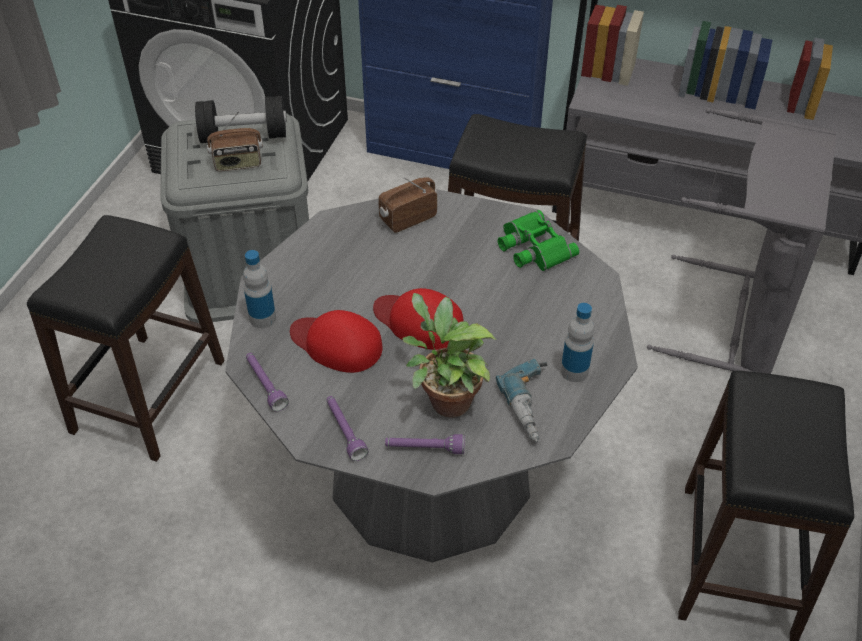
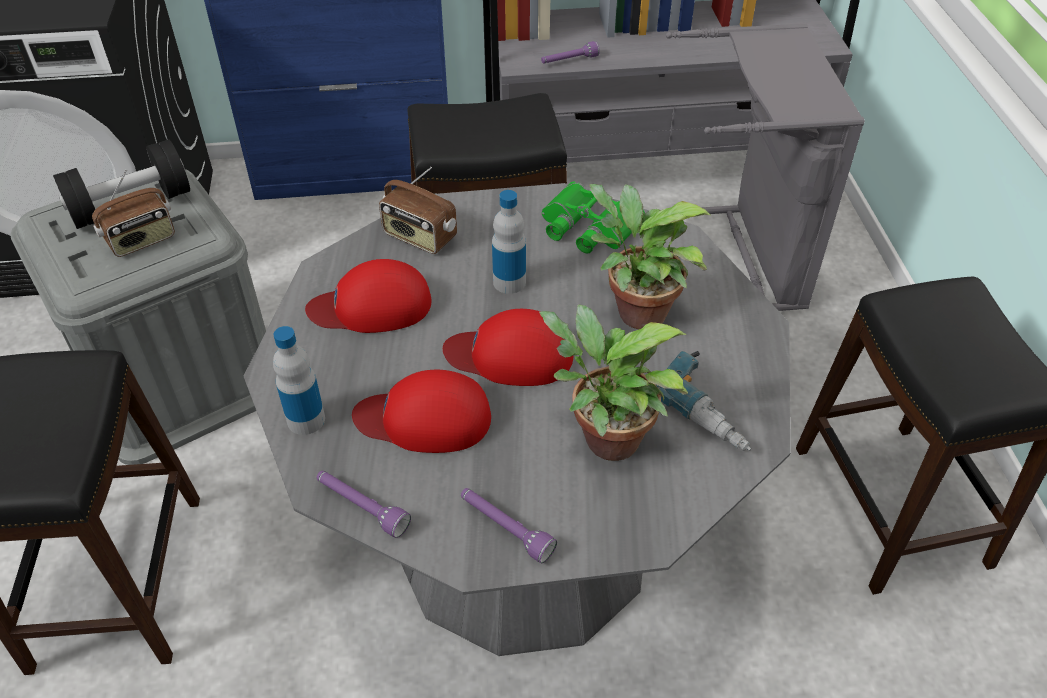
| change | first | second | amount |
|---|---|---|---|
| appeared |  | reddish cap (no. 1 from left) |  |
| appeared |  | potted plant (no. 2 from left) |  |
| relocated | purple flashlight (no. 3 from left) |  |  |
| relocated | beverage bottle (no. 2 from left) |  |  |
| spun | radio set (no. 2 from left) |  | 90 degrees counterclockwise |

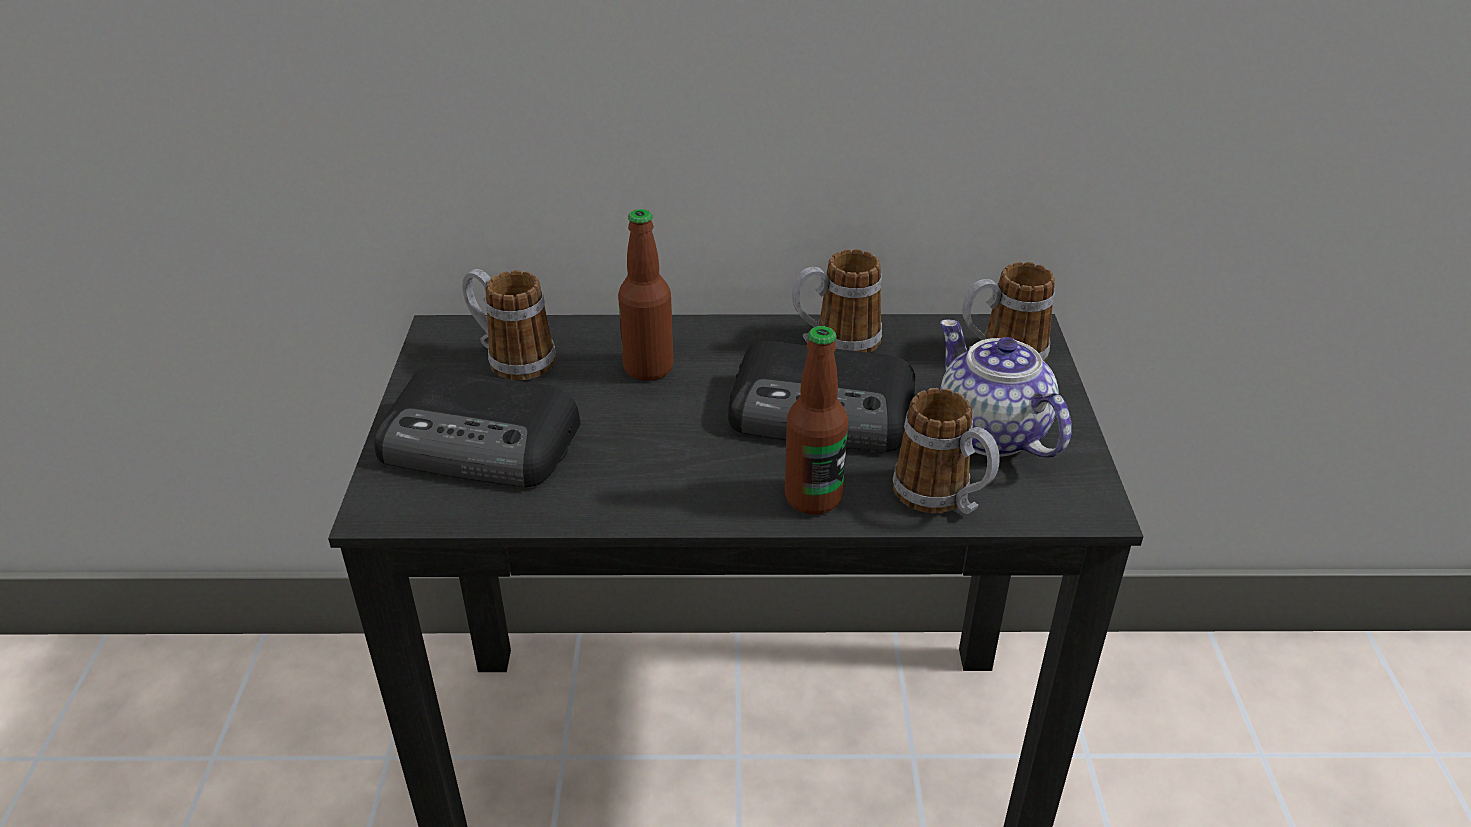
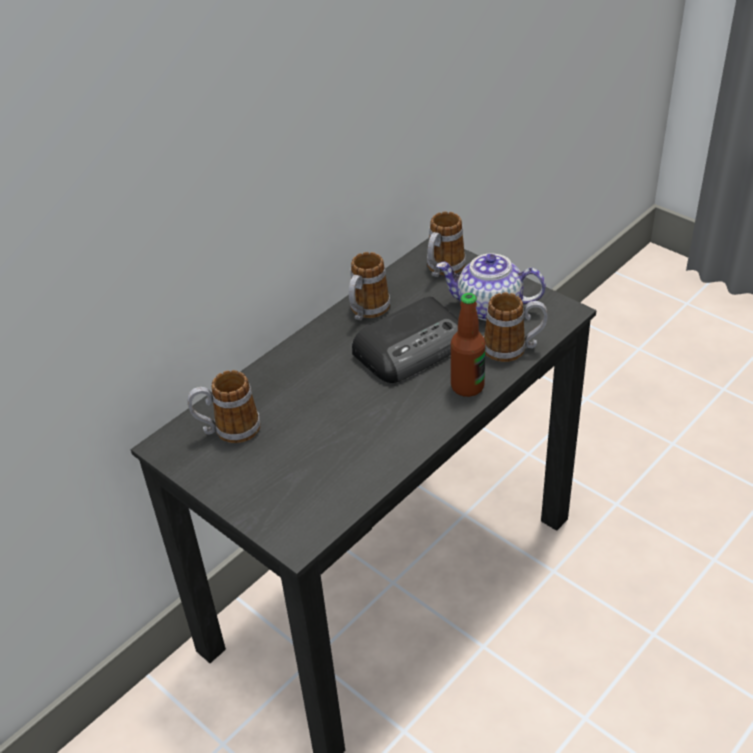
| change | first | second | amount |
|---|---|---|---|
| missing | radio set (no. 1 from left) |  |  |
| missing | beverage bottle (no. 1 from left) |  |  |

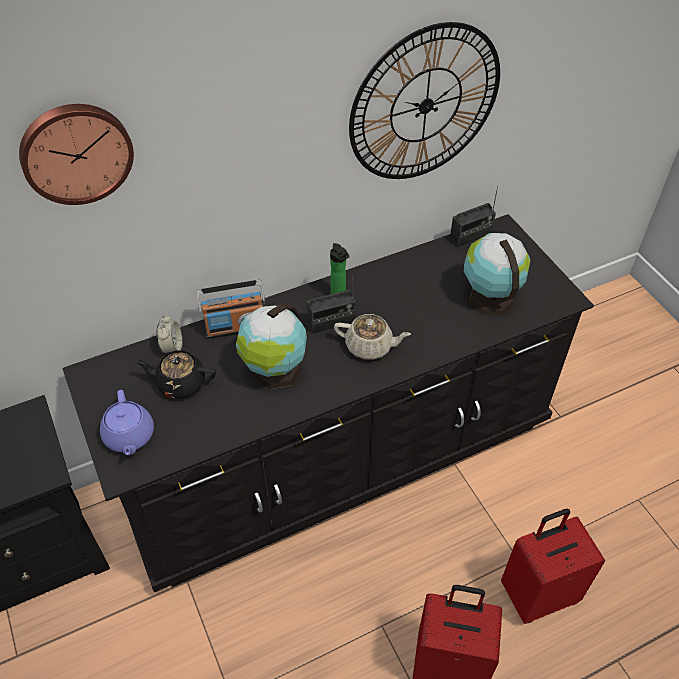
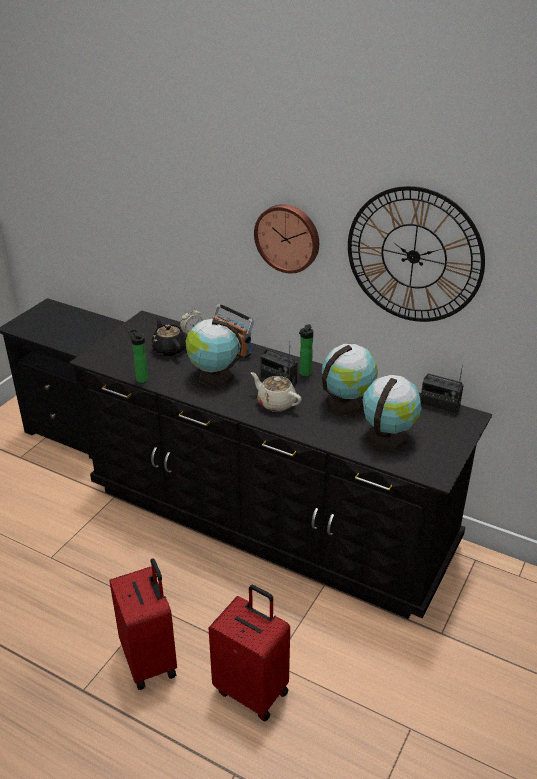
| change | first | second | amount |
|---|---|---|---|
| missing | purple tea pot |  |  |
| appeared |  | beverage bottle (no. 1 from left) |  |
| appeared |  | world globe (no. 2 from left) |  |
| relocated | clock on the wall (no. 1 from left) |  |  |
| spun | beige tea pot |  | 150 degrees clockwise |

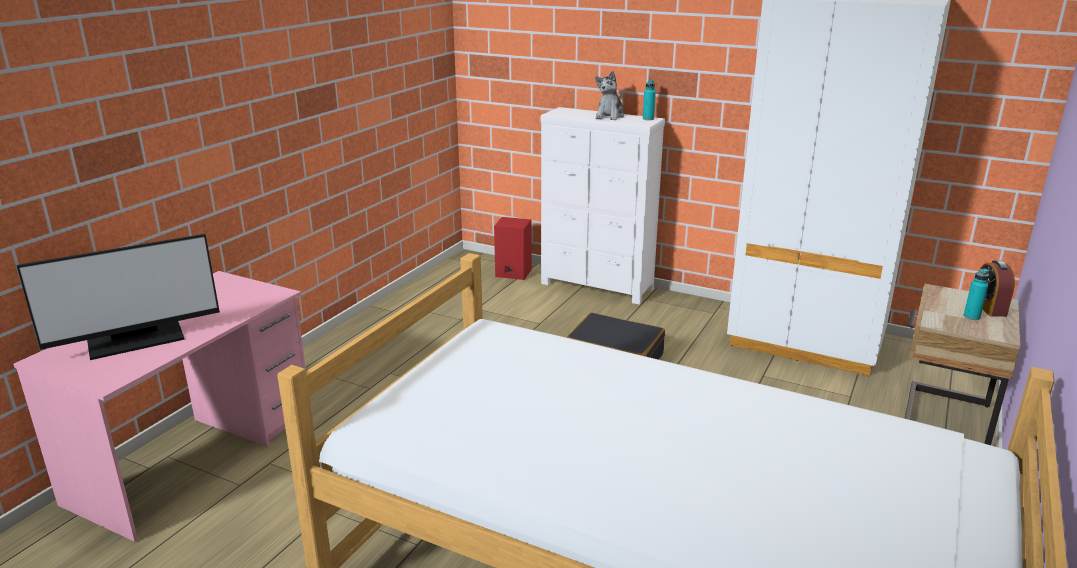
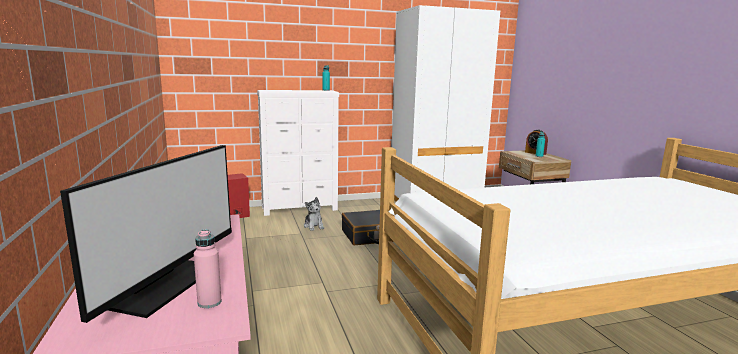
| change | first | second | amount |
|---|---|---|---|
| appeared |  | pink-coloured beverage bottle |  |
| relocated | plush toy |  |  |

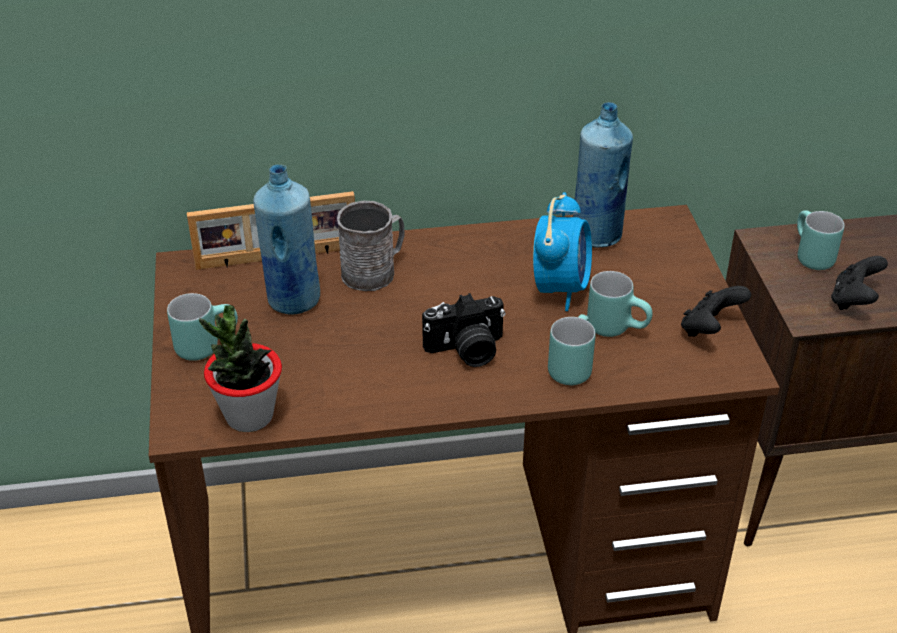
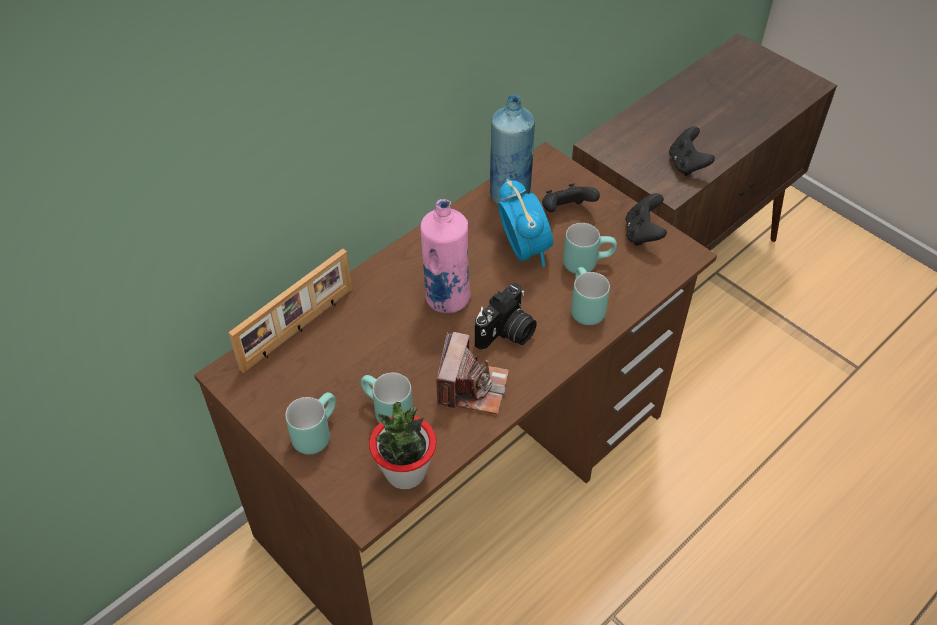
| change | first | second | amount |
|---|---|---|---|
| missing | blue beverage bottle (no. 1 from left) |  |  |
| missing | gray coffee mug |  |  |
| appeared |  | pink-coloured beverage bottle |  |
| appeared |  | photo camera (no. 1 from left) |  |
| appeared |  | black joypad (no. 1 from left) |  |
| relocated | turquoise coffee mug (no. 4 from left in the first image) | turquoise coffee mug (no. 2 from left) |  |

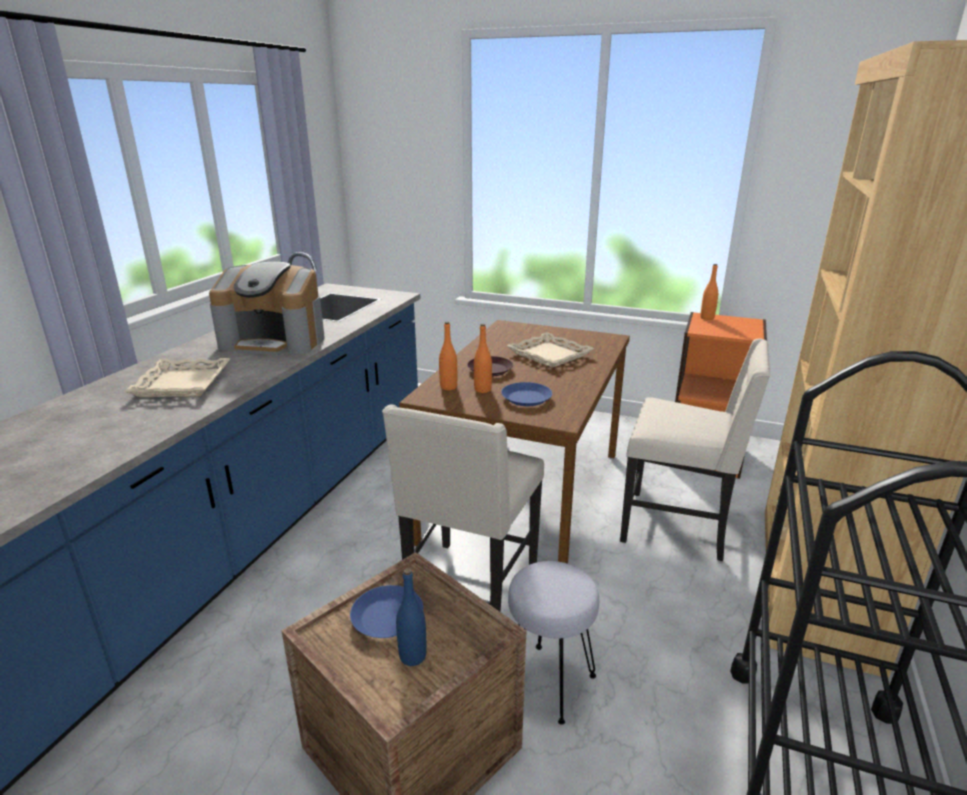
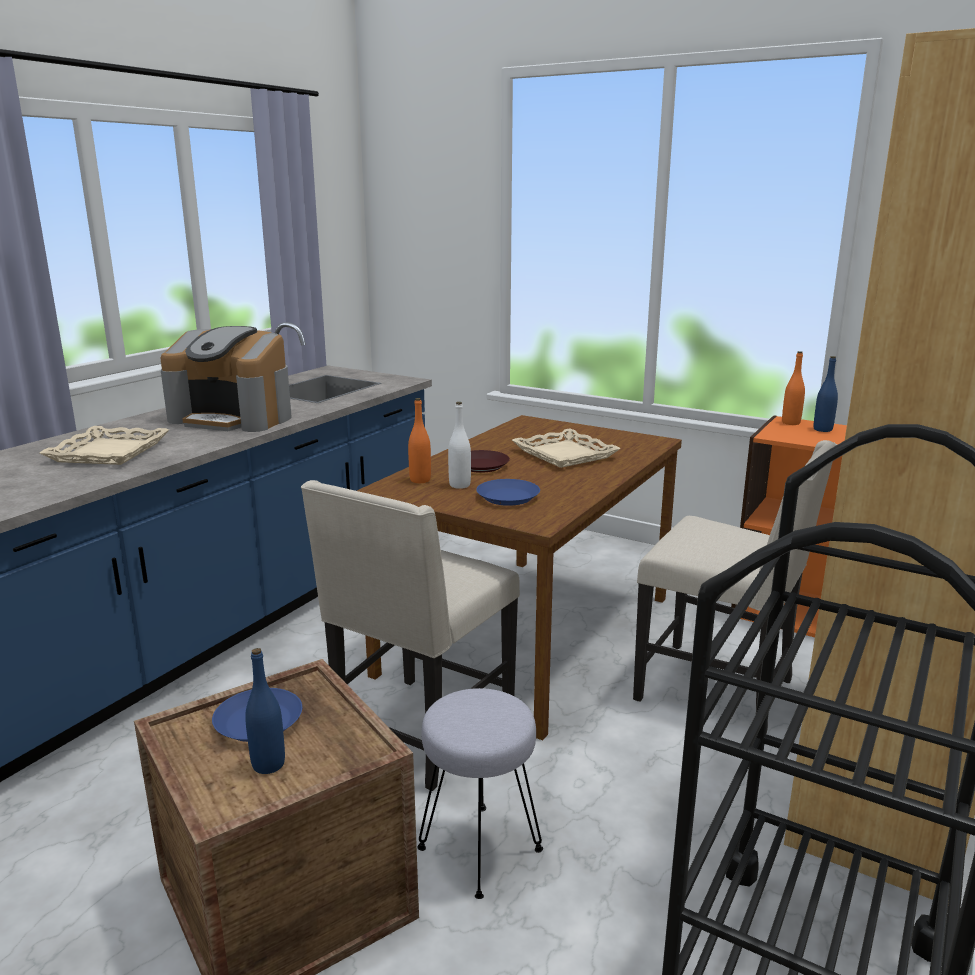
| change | first | second | amount |
|---|---|---|---|
| appeared |  | blue beverage bottle (no. 2 from left) |  |
| colour | orange beverage bottle (no. 2 from left) | white beverage bottle |  |

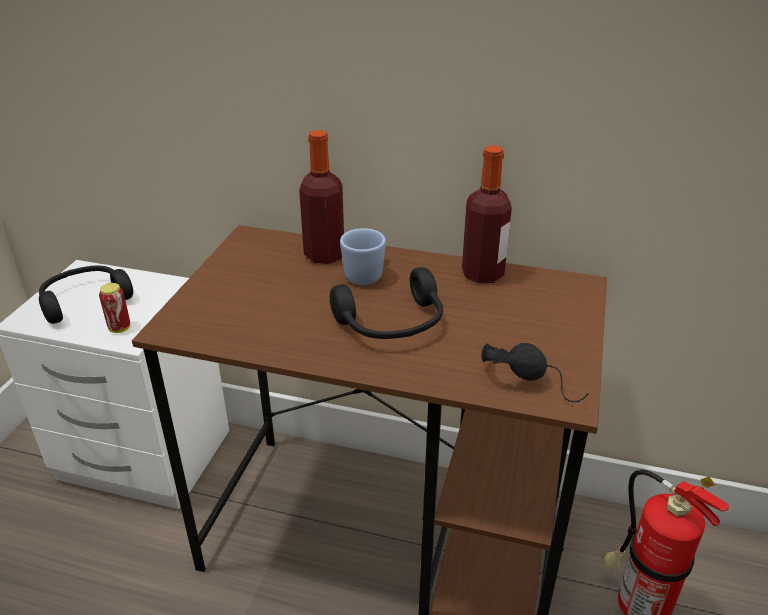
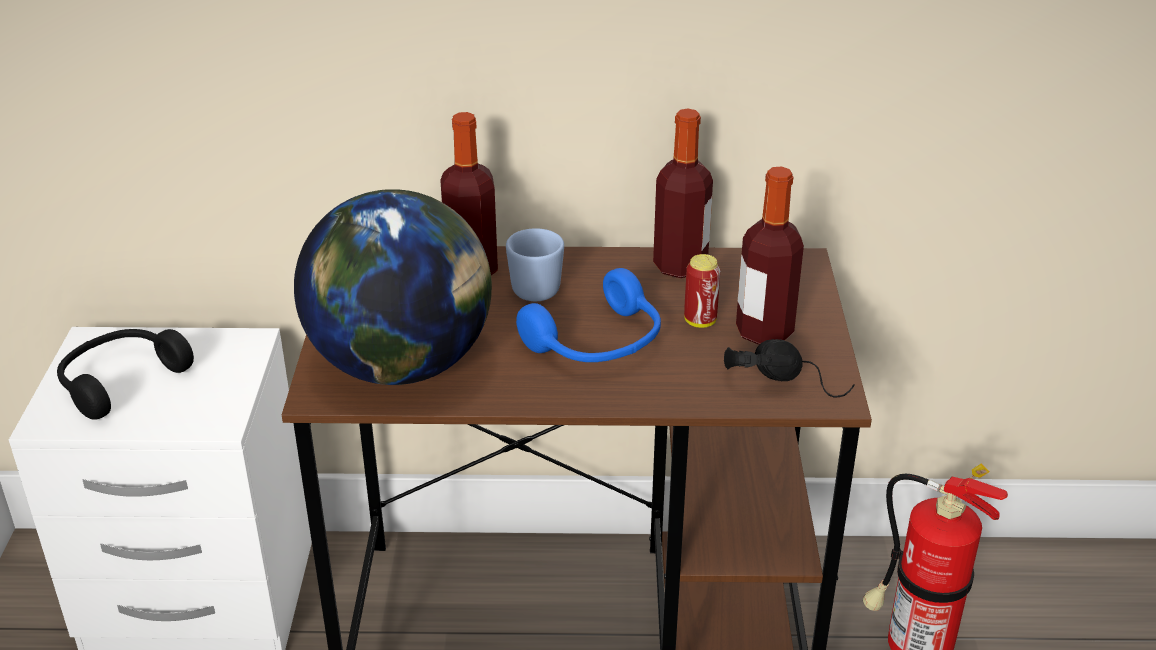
| change | first | second | amount |
|---|---|---|---|
| appeared |  | world globe |  |
| appeared |  | beverage bottle (no. 3 from left) |  |
| relocated | metal can |  |  |
| colour | black headphones (no. 2 from left) | blue headphones |  |

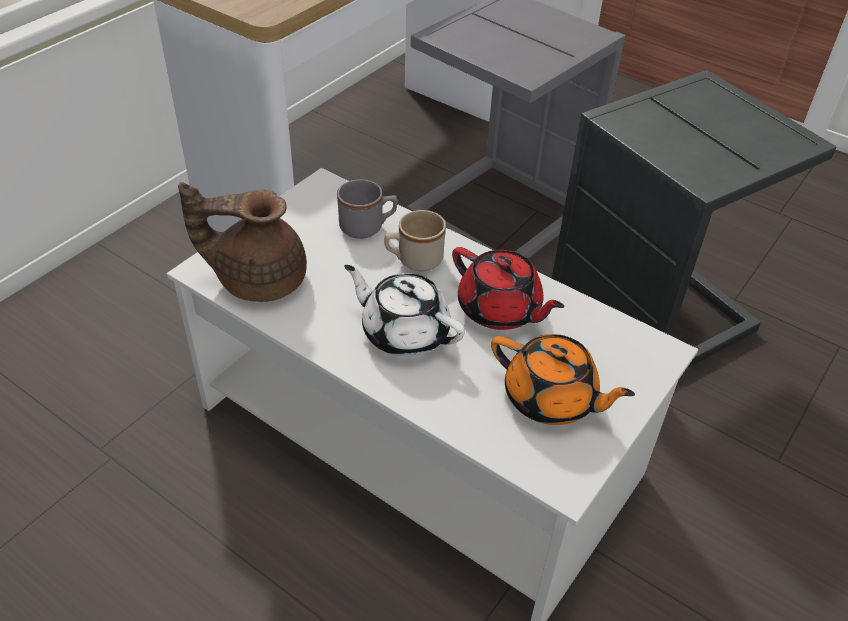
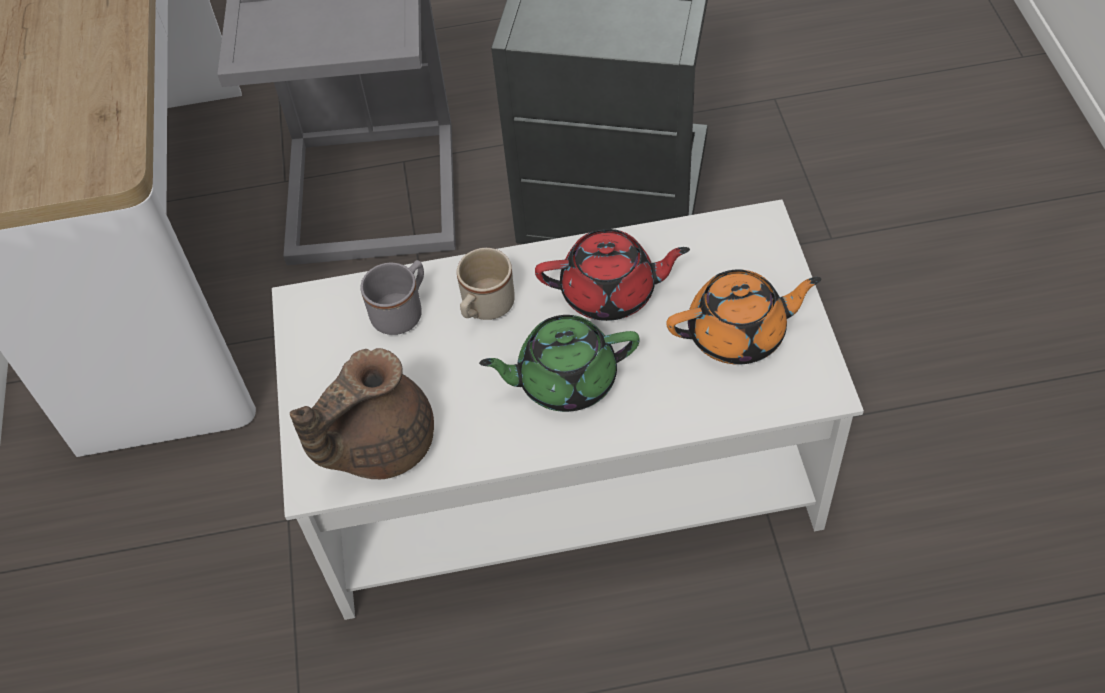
| change | first | second | amount |
|---|---|---|---|
| colour | white tea pot | green tea pot |  |

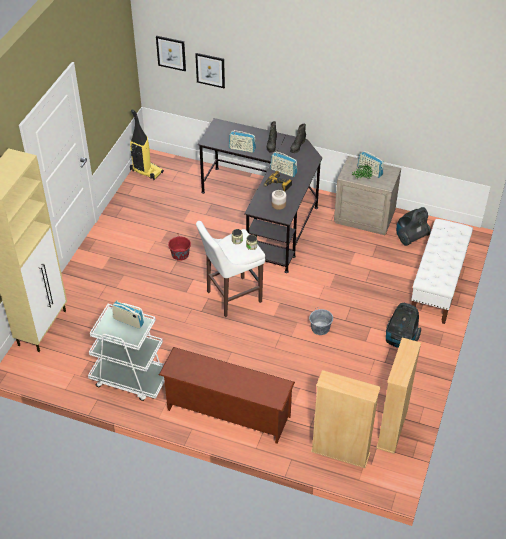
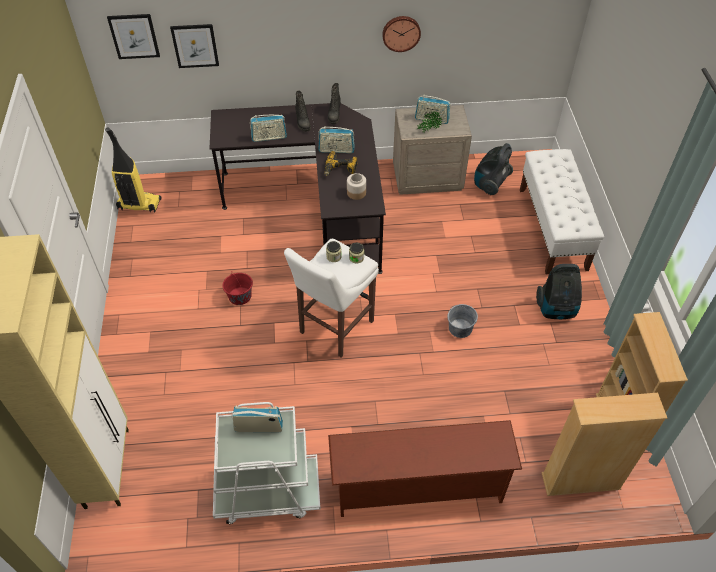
| change | first | second | amount |
|---|---|---|---|
| appeared |  | clock on the wall |  |

